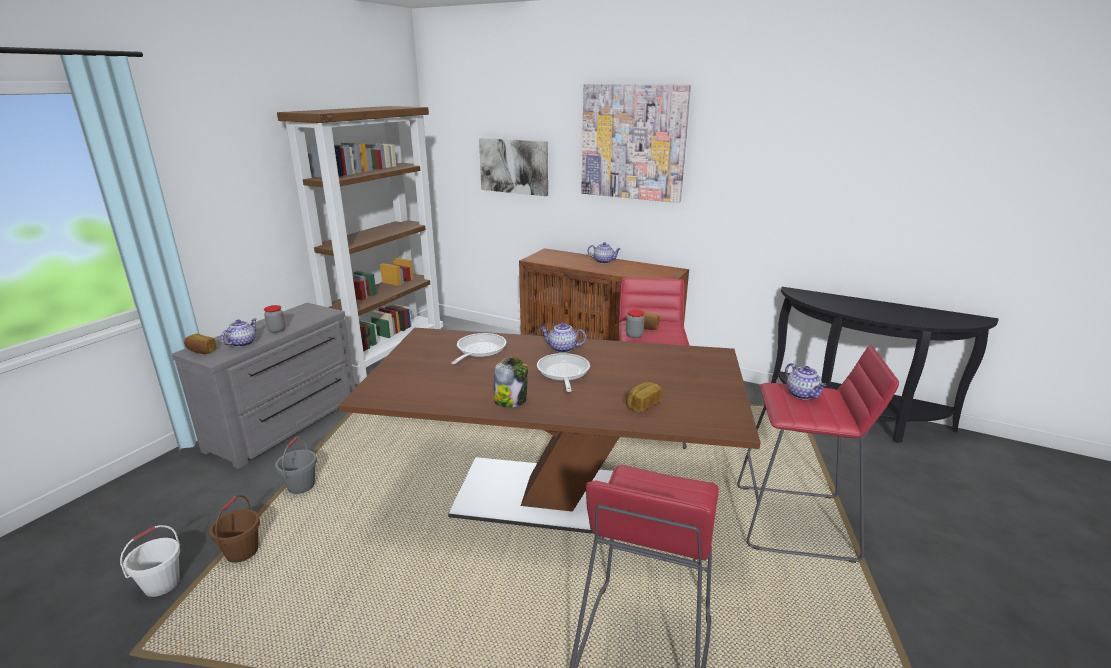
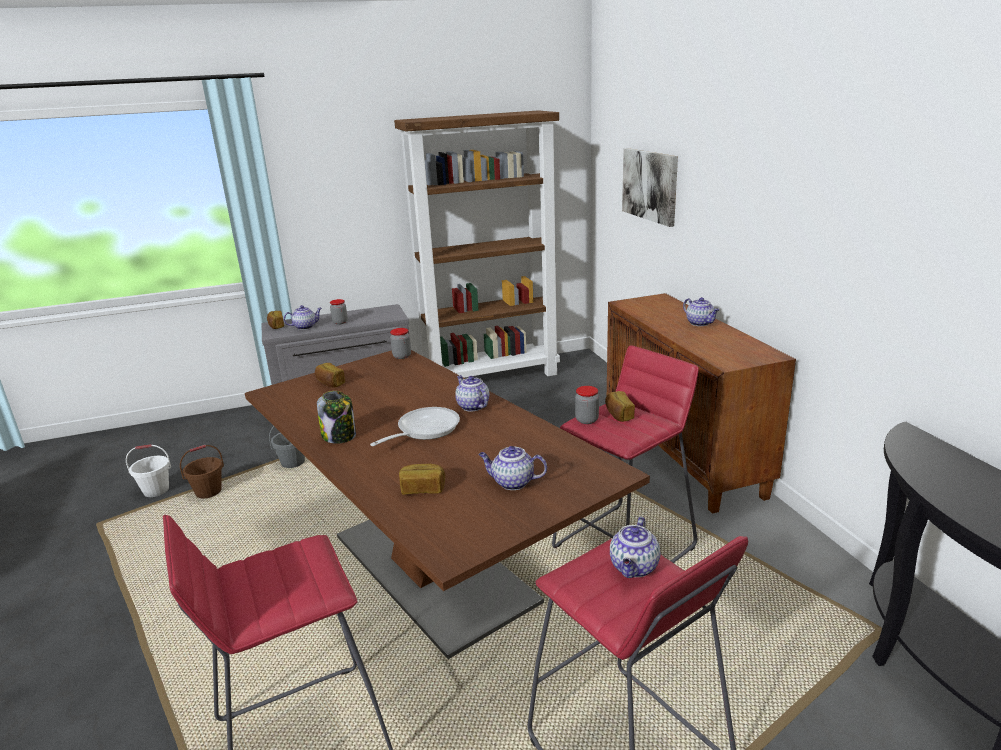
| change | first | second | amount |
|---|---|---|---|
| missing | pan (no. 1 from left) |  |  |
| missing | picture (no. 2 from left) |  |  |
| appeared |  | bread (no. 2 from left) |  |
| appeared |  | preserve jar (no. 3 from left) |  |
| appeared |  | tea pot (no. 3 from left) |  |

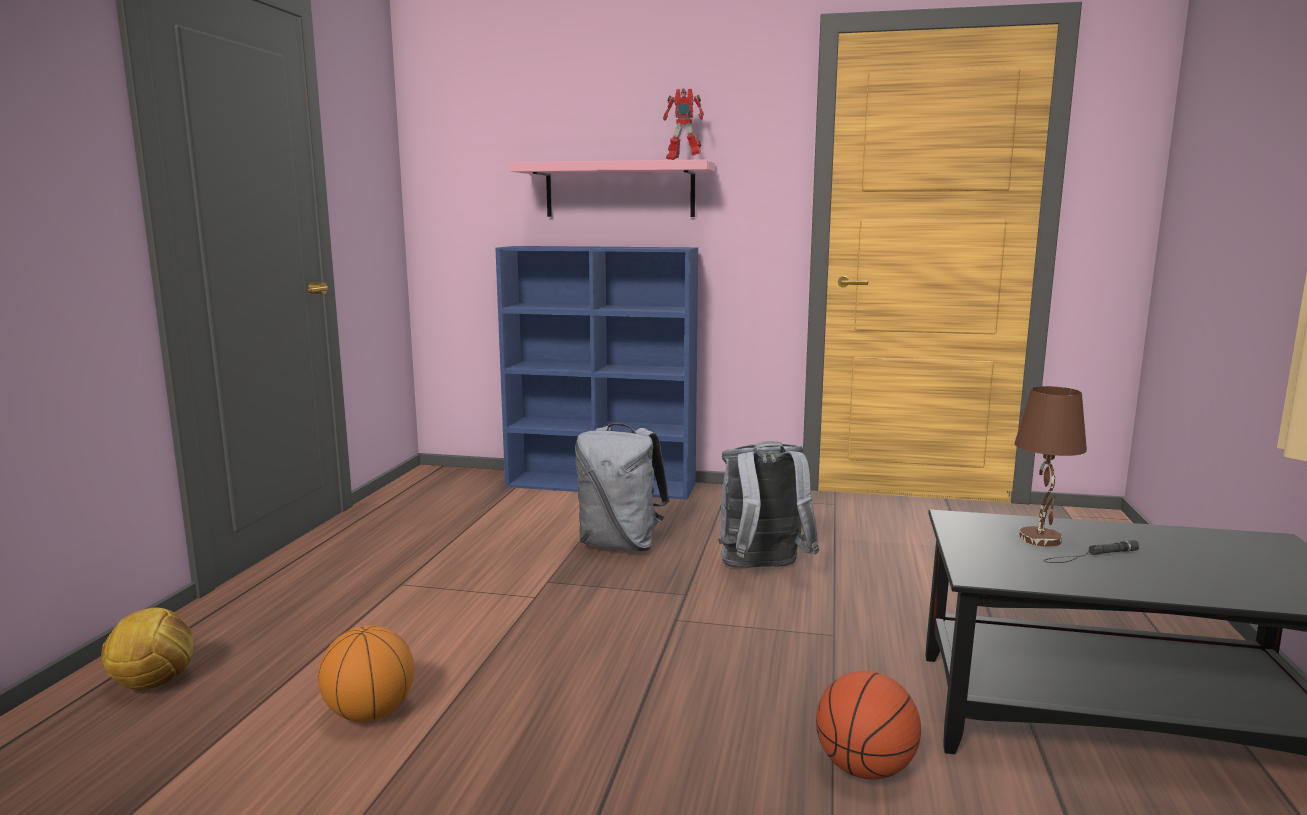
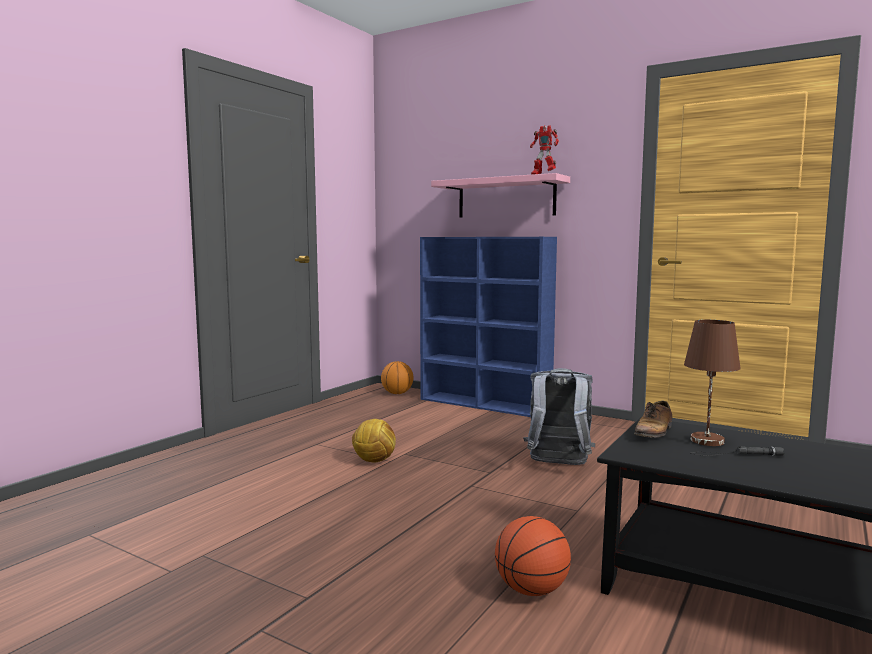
| change | first | second | amount |
|---|---|---|---|
| missing | gray rucksack (no. 1 from left) |  |  |
| appeared |  | shoe |  |
| relocated | ball for football |  |  |
| relocated | basketball ball (no. 1 from left) |  |  |

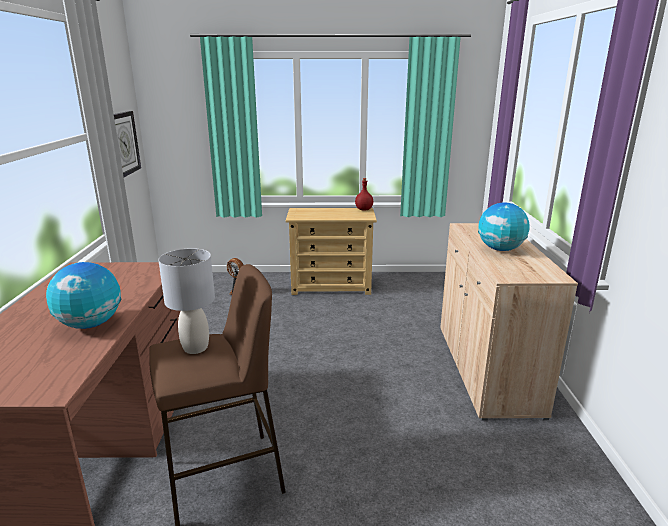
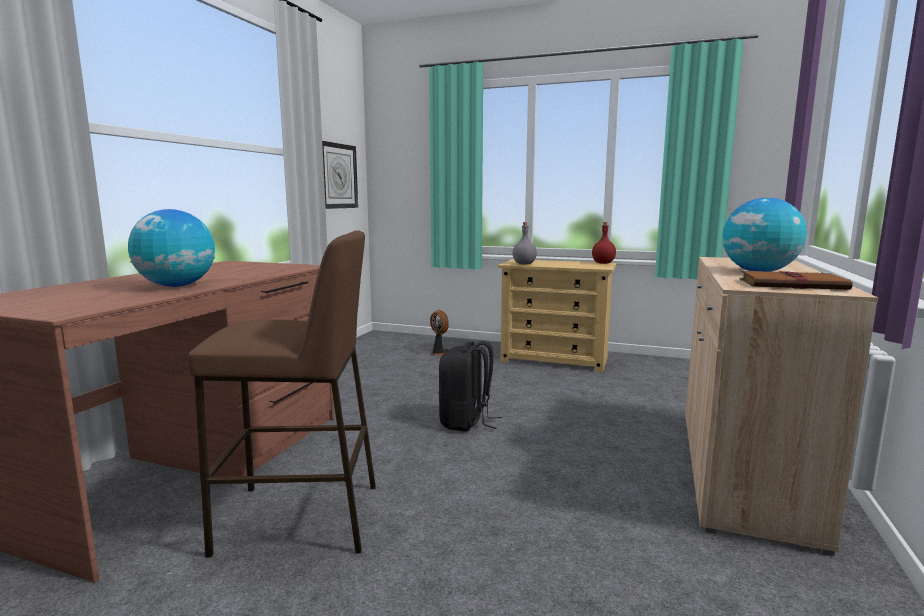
| change | first | second | amount |
|---|---|---|---|
| missing | gray tabletop lamp |  |  |
| appeared |  | black rucksack |  |
| appeared |  | gray beverage bottle |  |
| appeared |  | brownish bound book |  |

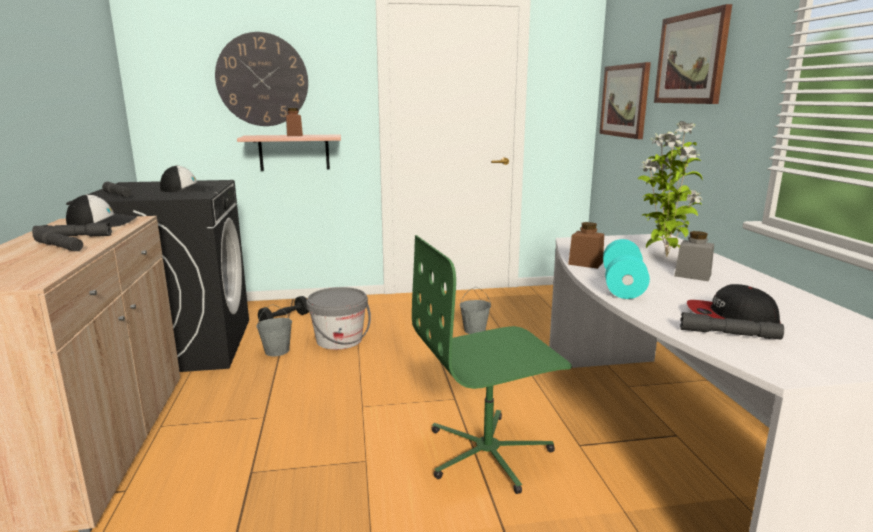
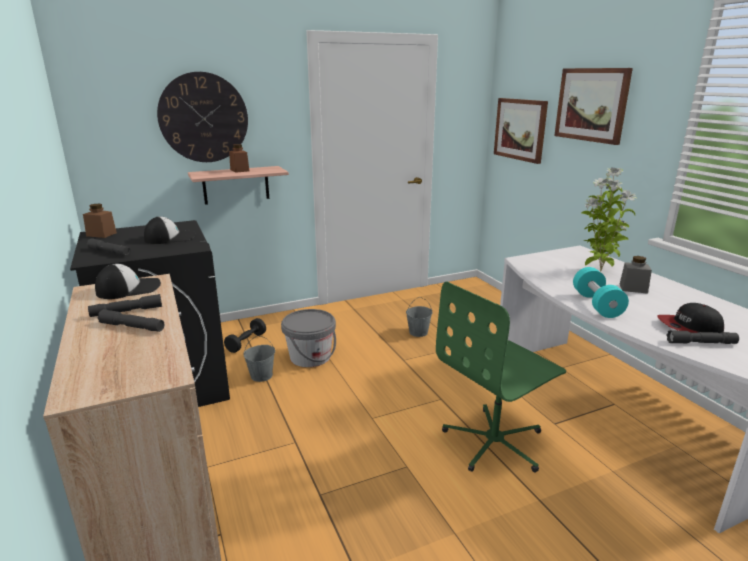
| change | first | second | amount |
|---|---|---|---|
| relocated | brownish preserve jar (no. 2 from left in the first image) | brownish preserve jar (no. 1 from left) |  |

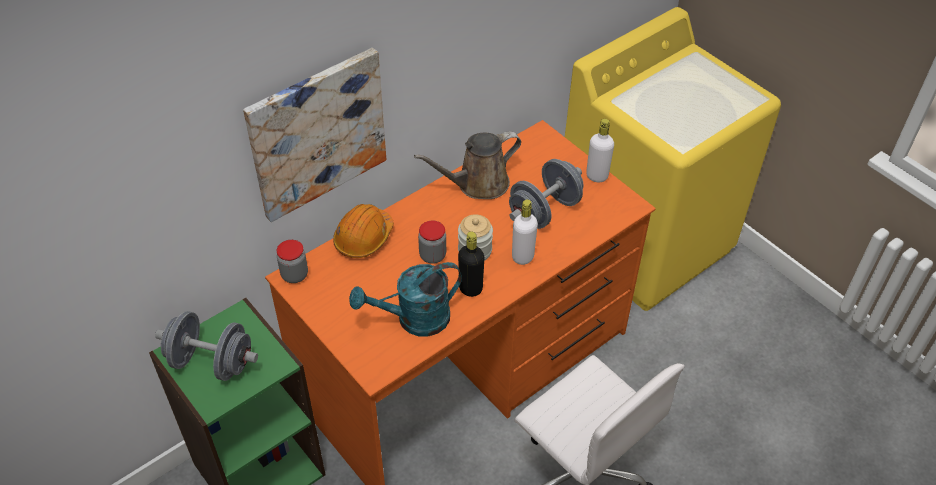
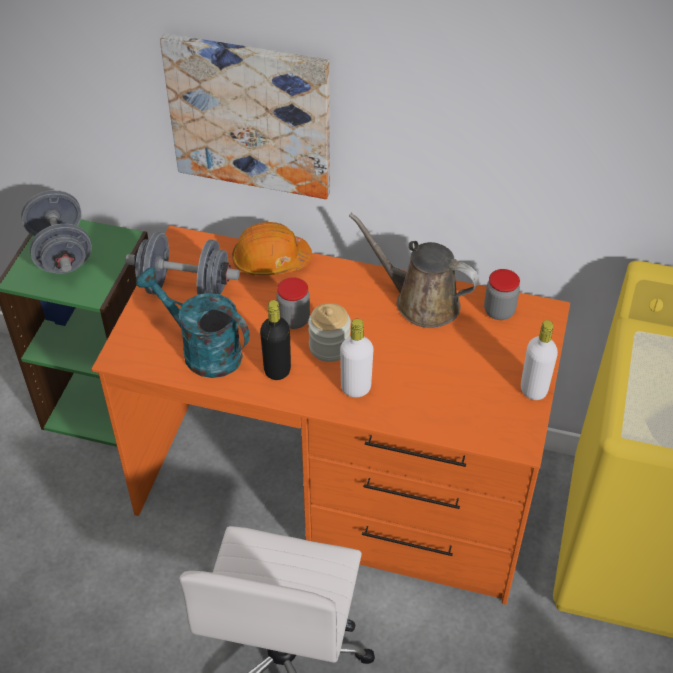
| change | first | second | amount |
|---|---|---|---|
| relocated | preserve jar (no. 1 from left in the first image) | preserve jar (no. 3 from left) |  |
| relocated | gray free weight (no. 2 from left) |  |  |

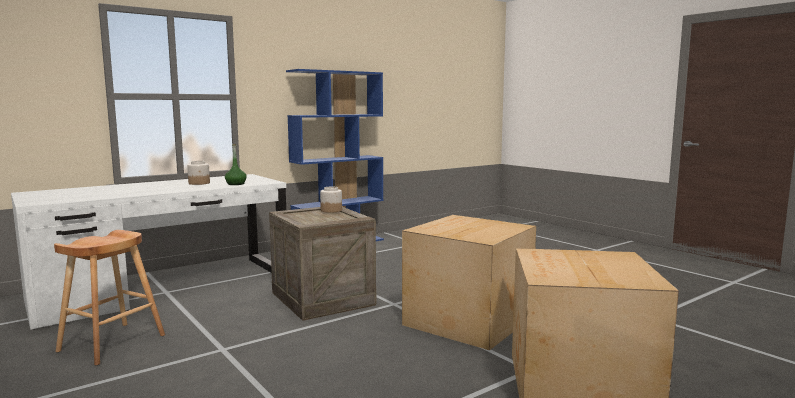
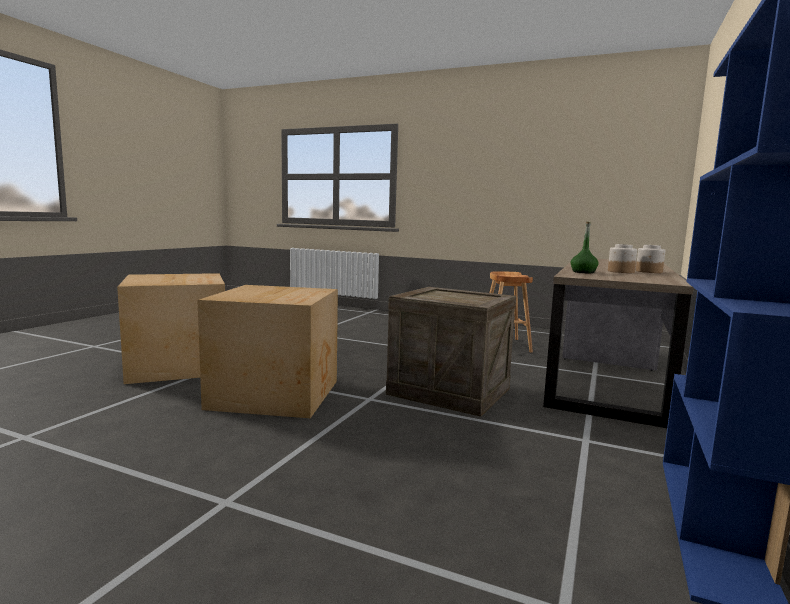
| change | first | second | amount |
|---|---|---|---|
| relocated | preserve jar (no. 2 from left) |  |  |
| colour | white desk unit | brownish desk unit |  |

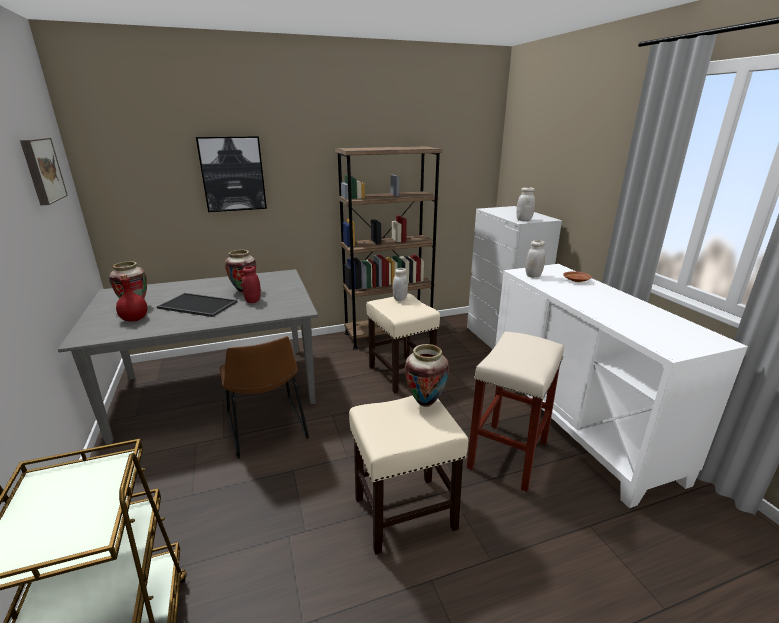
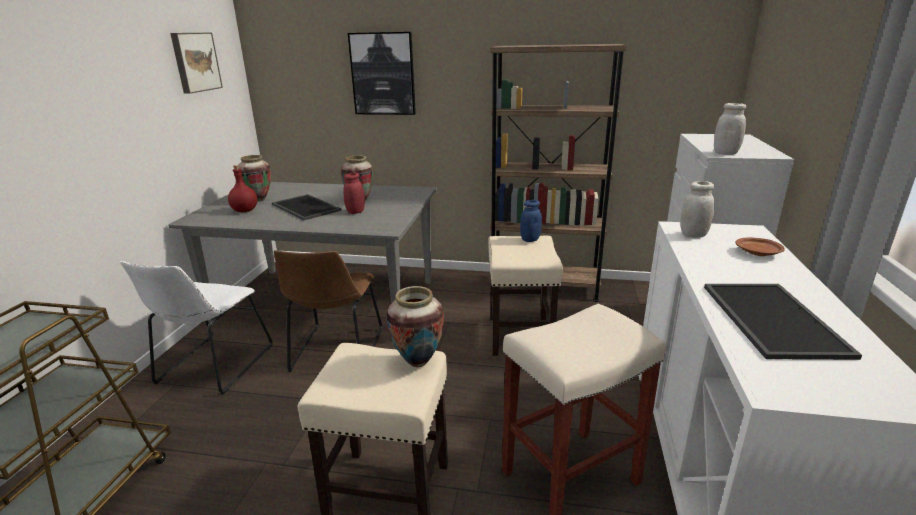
| change | first | second | amount |
|---|---|---|---|
| appeared |  | white upright chair |  |
| appeared |  | tray (no. 2 from left) |  |
| colour | white preserve jar (no. 1 from left) | blue preserve jar |  |

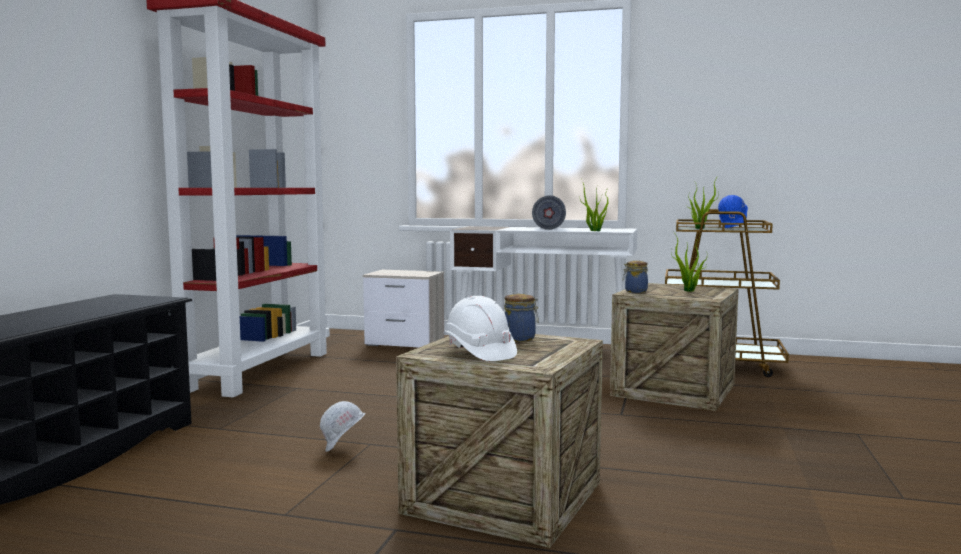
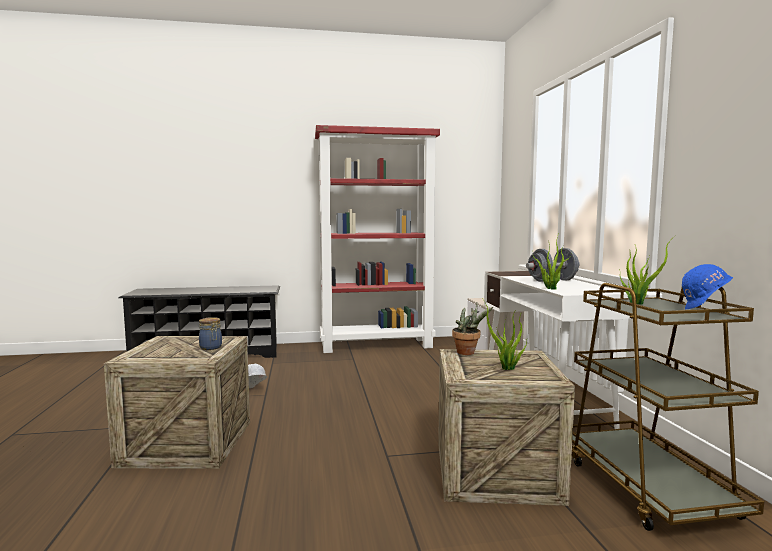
| change | first | second | amount |
|---|---|---|---|
| missing | white work helmet (no. 2 from left) |  |  |
| exchanged | preserve jar (no. 2 from left) | potted plant (no. 1 from left) |  |

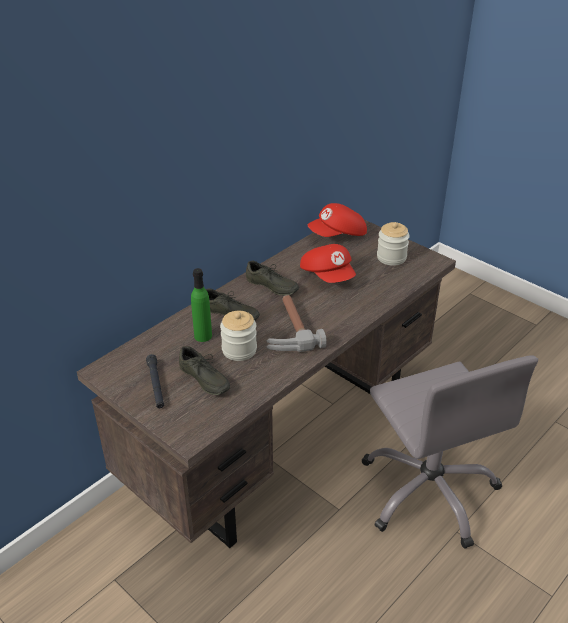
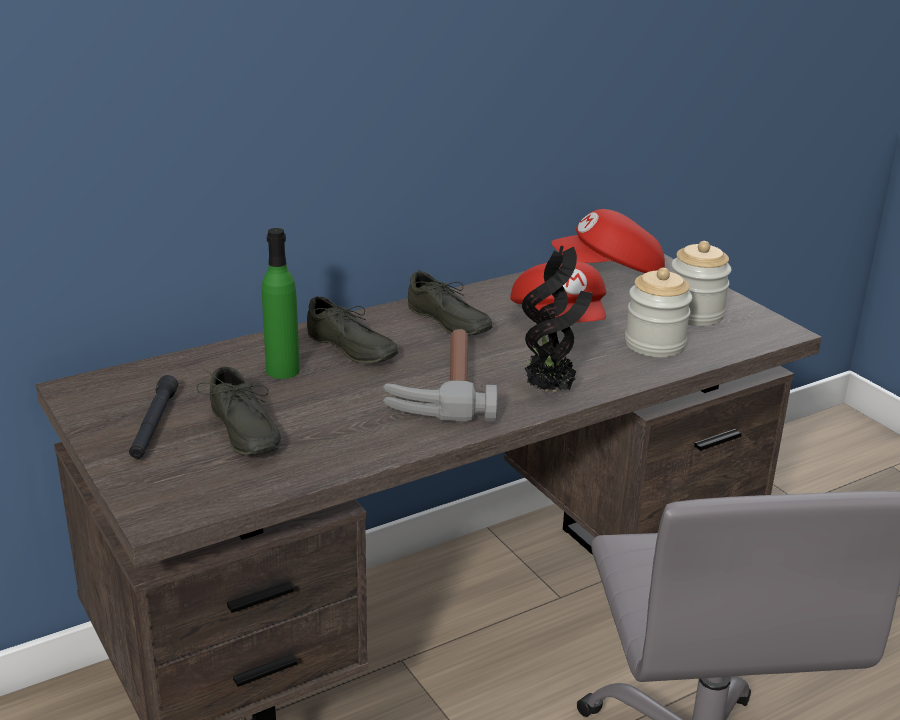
| change | first | second | amount |
|---|---|---|---|
| appeared |  | potted plant |  |
| relocated | preserve jar (no. 1 from left) |  |  |

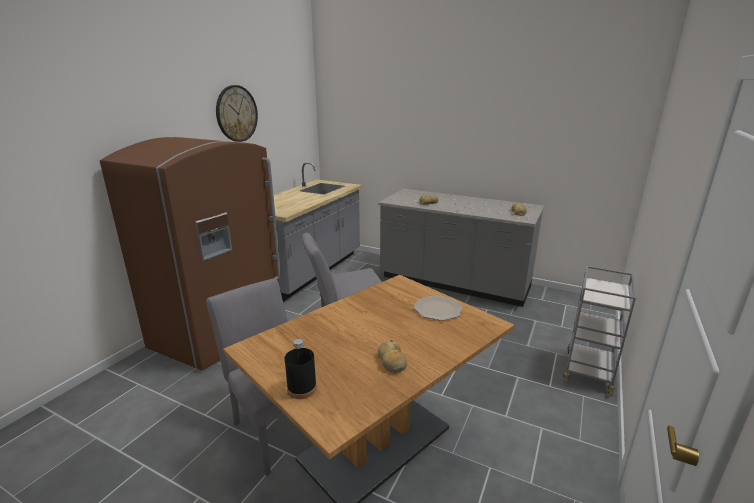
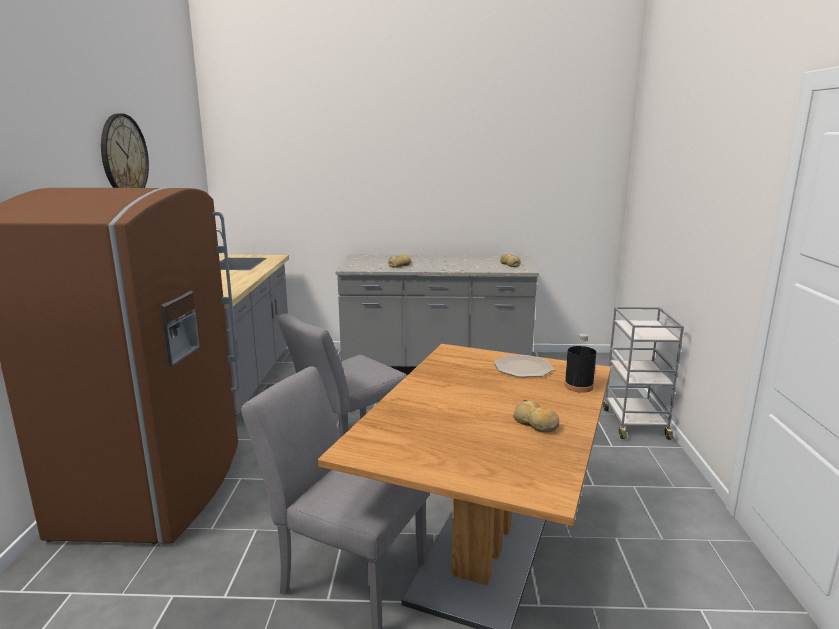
| change | first | second | amount |
|---|---|---|---|
| relocated | black beverage bottle |  |  |

